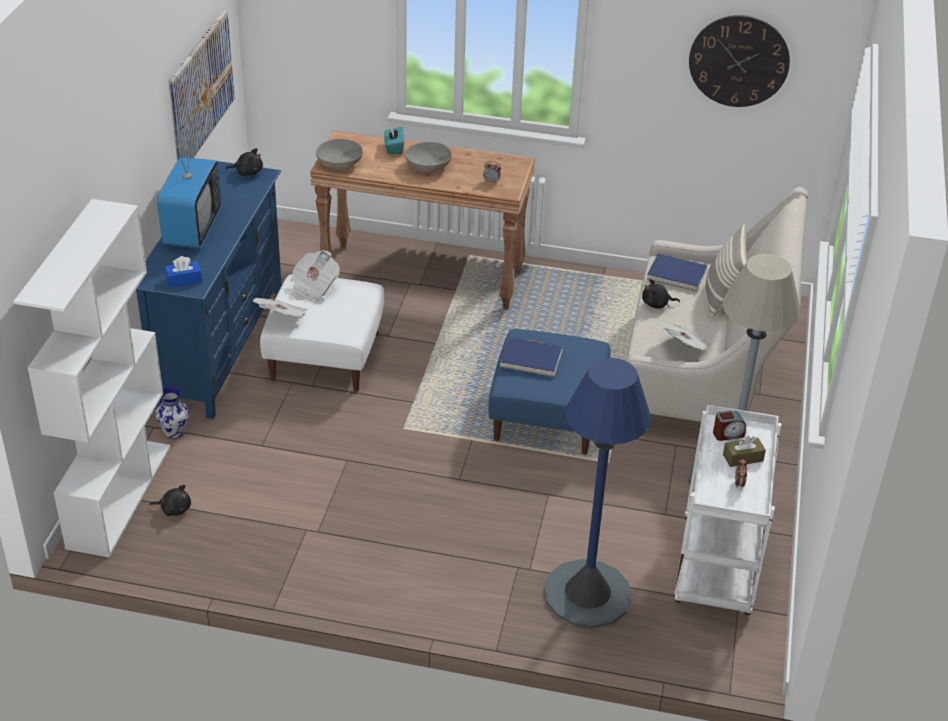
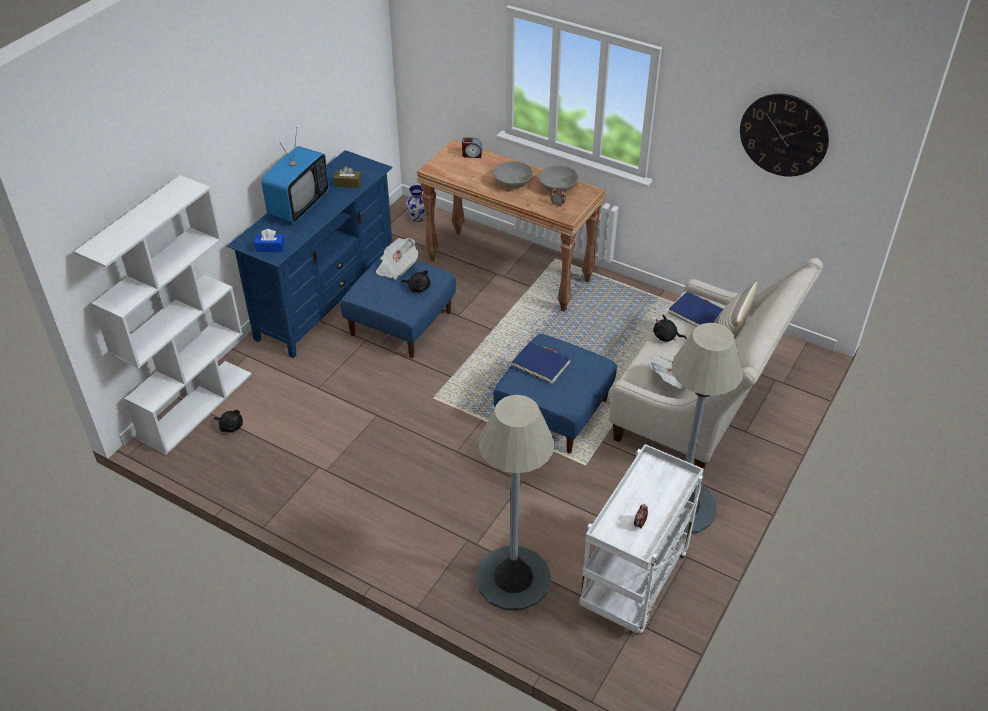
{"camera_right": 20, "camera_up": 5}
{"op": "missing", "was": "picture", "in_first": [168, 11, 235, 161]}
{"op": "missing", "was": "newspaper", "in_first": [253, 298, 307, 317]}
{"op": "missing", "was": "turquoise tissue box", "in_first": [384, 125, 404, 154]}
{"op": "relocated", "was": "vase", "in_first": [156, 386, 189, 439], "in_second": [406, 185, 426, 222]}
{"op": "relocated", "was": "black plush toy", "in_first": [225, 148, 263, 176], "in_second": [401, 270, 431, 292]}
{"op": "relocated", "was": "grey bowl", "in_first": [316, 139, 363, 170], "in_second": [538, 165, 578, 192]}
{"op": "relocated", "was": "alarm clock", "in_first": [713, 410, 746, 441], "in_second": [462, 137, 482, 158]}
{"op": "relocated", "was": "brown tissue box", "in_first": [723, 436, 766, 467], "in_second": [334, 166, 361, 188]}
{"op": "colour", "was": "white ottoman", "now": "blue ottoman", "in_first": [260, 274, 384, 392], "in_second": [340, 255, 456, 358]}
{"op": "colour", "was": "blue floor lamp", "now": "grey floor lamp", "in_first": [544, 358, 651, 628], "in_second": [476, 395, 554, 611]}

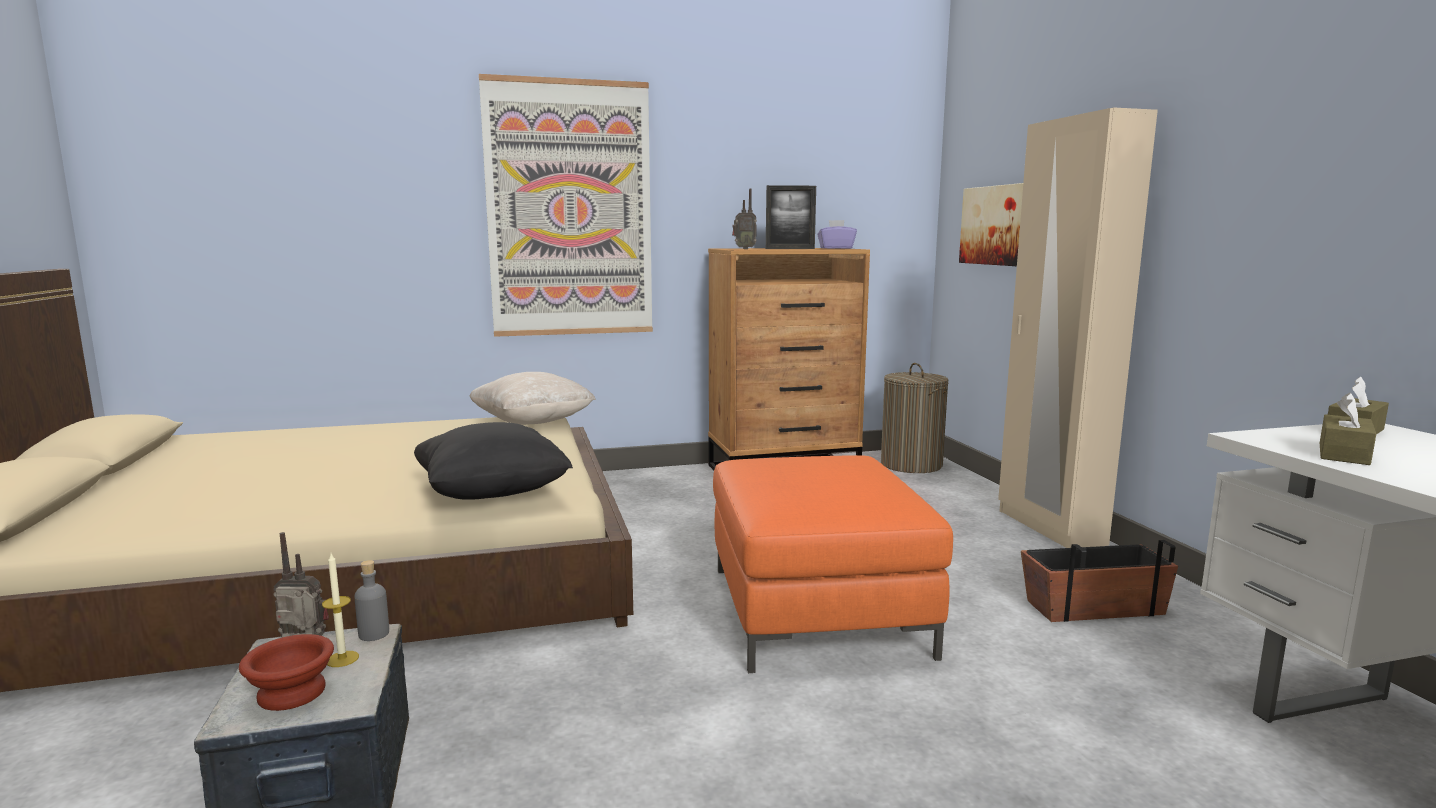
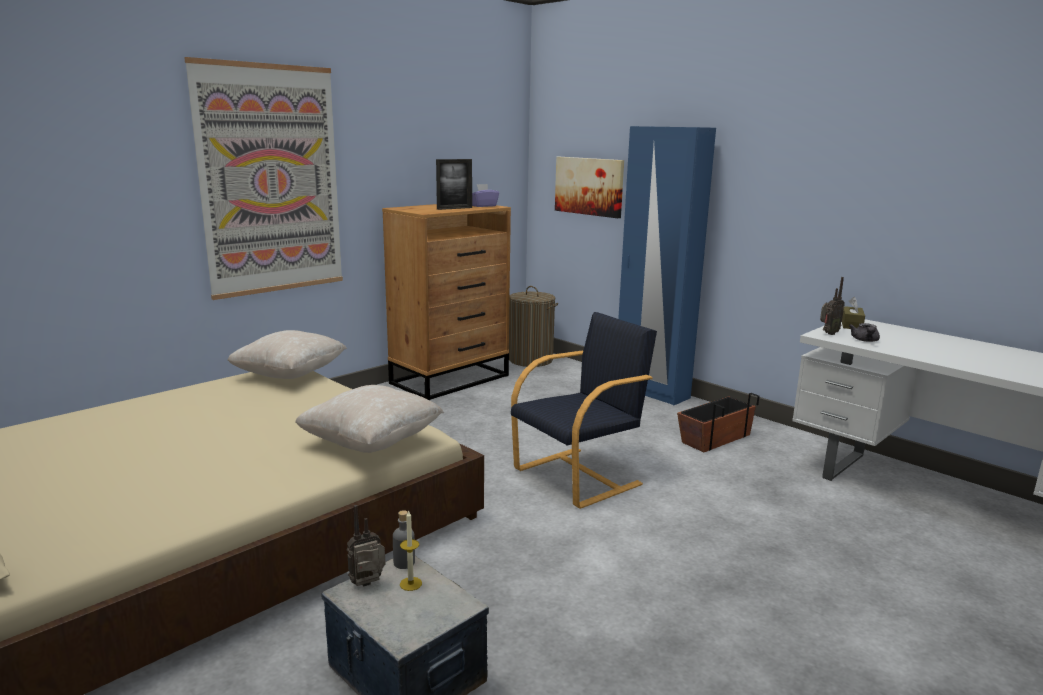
{"camera_right": -30, "camera_up": 5}
{"op": "missing", "was": "brown bowl", "in_first": [239, 634, 334, 711]}
{"op": "relocated", "was": "radio", "in_first": [732, 189, 757, 249], "in_second": [820, 277, 845, 335]}
{"op": "exchanged", "was": "orange ottoman", "now": "black armchair", "in_first": [713, 455, 953, 673], "in_second": [511, 312, 657, 509]}
{"op": "exchanged", "was": "brown tissue box", "now": "grey teapot", "in_first": [1320, 393, 1376, 465], "in_second": [849, 323, 880, 342]}
{"op": "colour", "was": "black pillow", "now": "beige pillow", "in_first": [414, 422, 573, 499], "in_second": [295, 385, 444, 453]}
{"op": "colour", "was": "beige wardrobe", "now": "blue wardrobe", "in_first": [998, 108, 1158, 548], "in_second": [618, 126, 716, 405]}

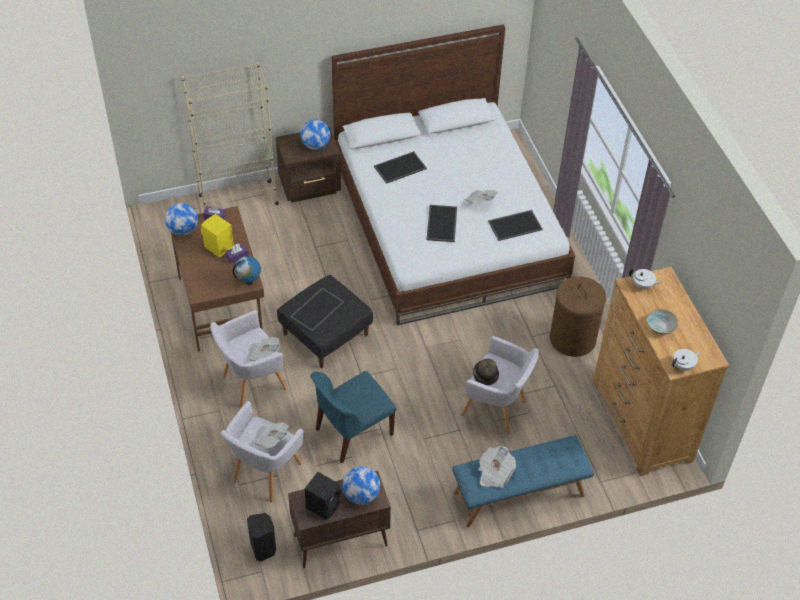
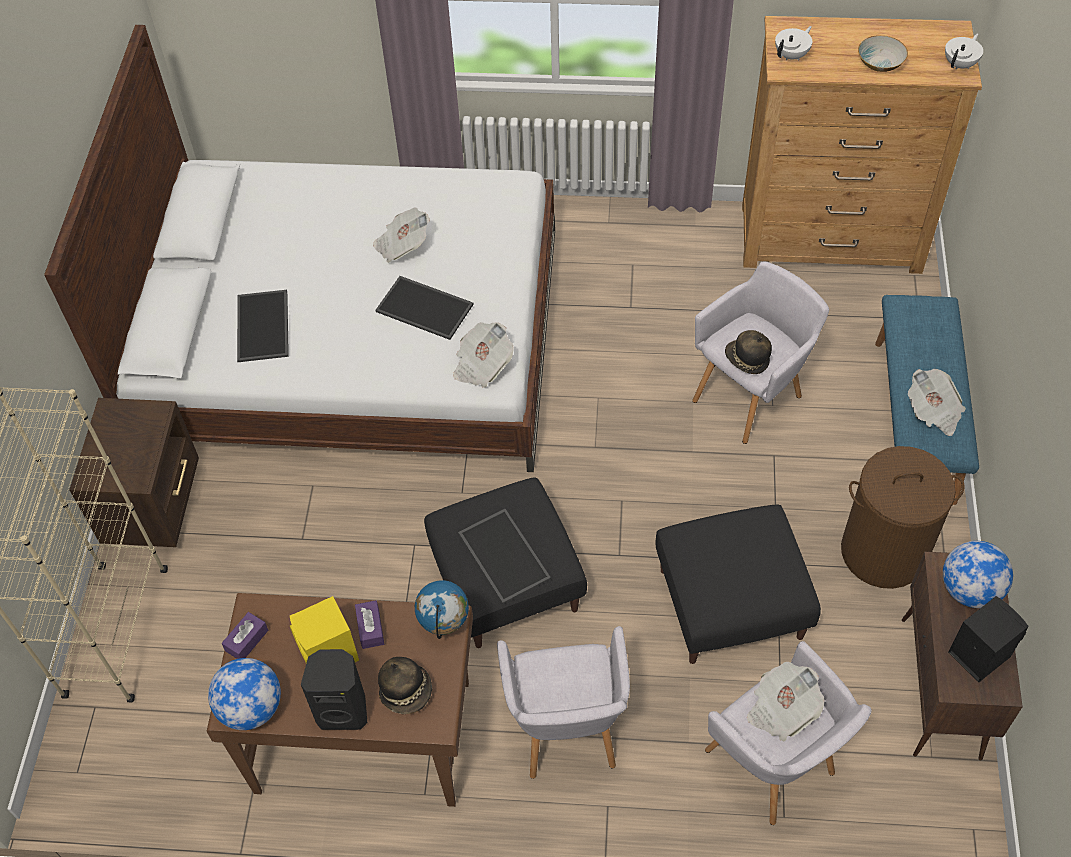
{"camera_right": -65, "camera_up": 5}
{"op": "missing", "was": "globe", "in_first": [300, 119, 330, 150]}
{"op": "missing", "was": "tray", "in_first": [488, 210, 543, 241]}
{"op": "appeared", "now": "hat", "in_second": [378, 657, 432, 714]}
{"op": "relocated", "was": "newspaper", "in_first": [247, 337, 280, 361], "in_second": [453, 322, 513, 388]}
{"op": "relocated", "was": "black speaker", "in_first": [247, 513, 276, 562], "in_second": [301, 649, 367, 730]}
{"op": "relocated", "was": "brown laundry basket", "in_first": [550, 275, 606, 357], "in_second": [841, 446, 965, 589]}
{"op": "exchanged", "was": "blue chair", "now": "black ottoman", "in_first": [310, 371, 396, 463], "in_second": [655, 505, 821, 664]}
{"op": "spun", "was": "white teapot", "in_first": [672, 349, 701, 370], "in_second": [945, 33, 983, 69], "clockwise": 45}

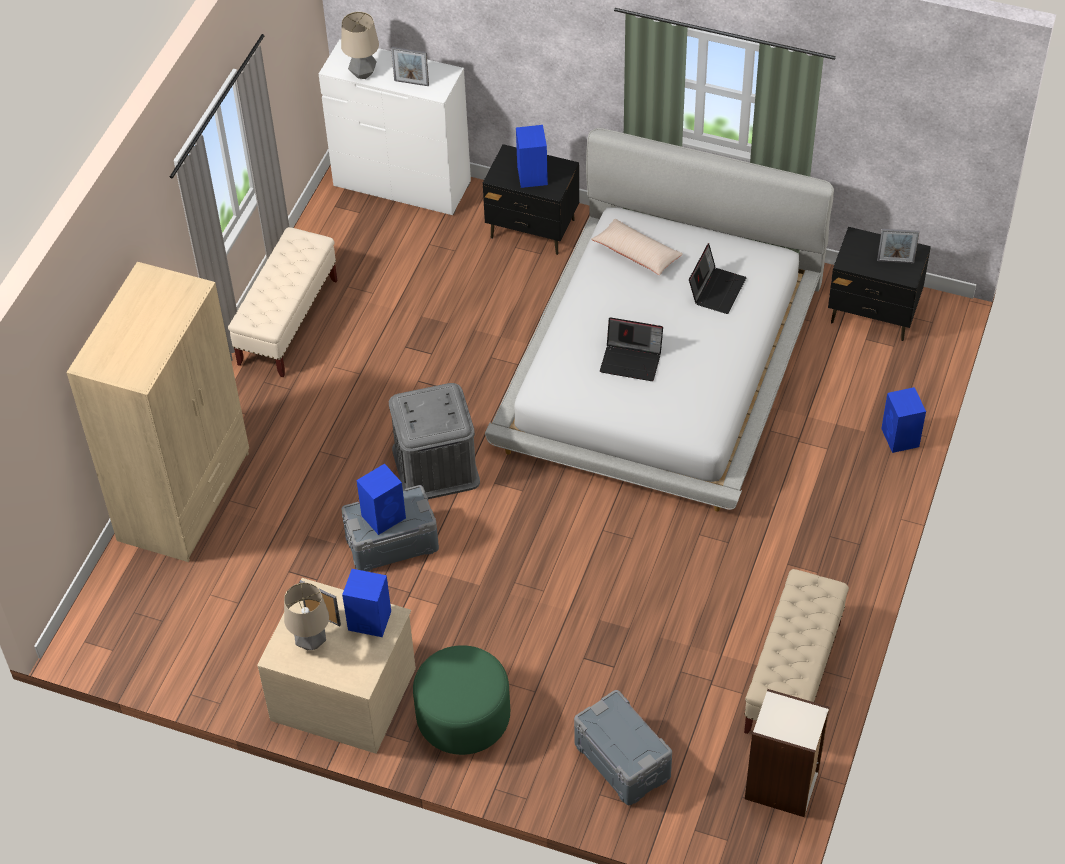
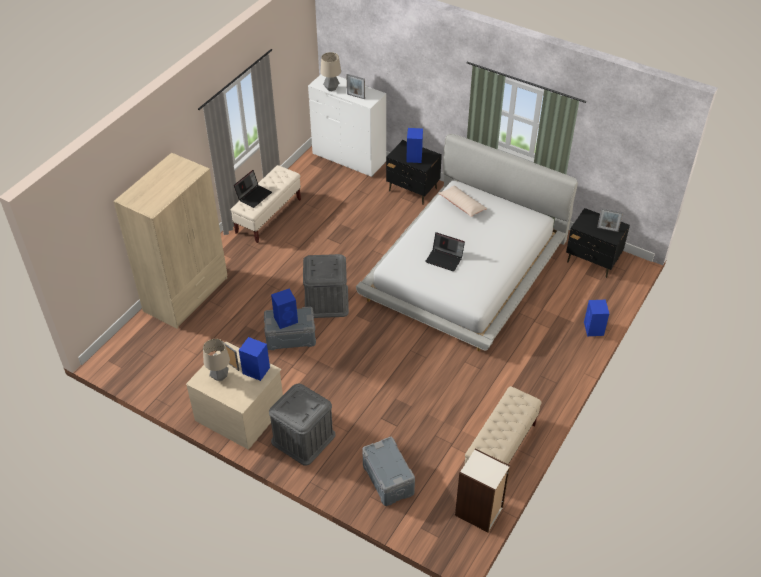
{"camera_right": 10, "camera_up": -5}
{"op": "relocated", "was": "laptop", "in_first": [689, 243, 747, 314], "in_second": [234, 170, 272, 208]}
{"op": "exchanged", "was": "green ottoman", "now": "grey storage box", "in_first": [413, 645, 510, 755], "in_second": [269, 384, 335, 466]}

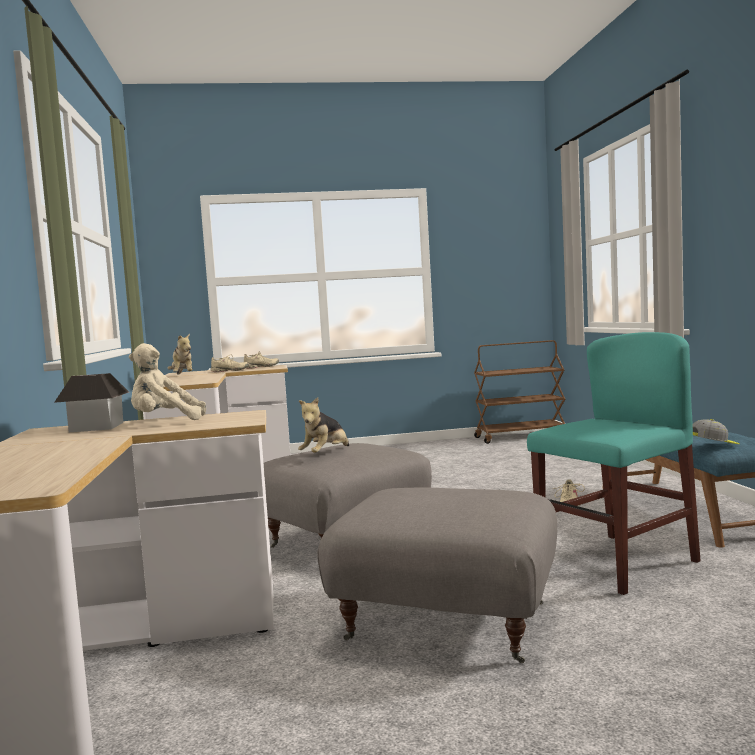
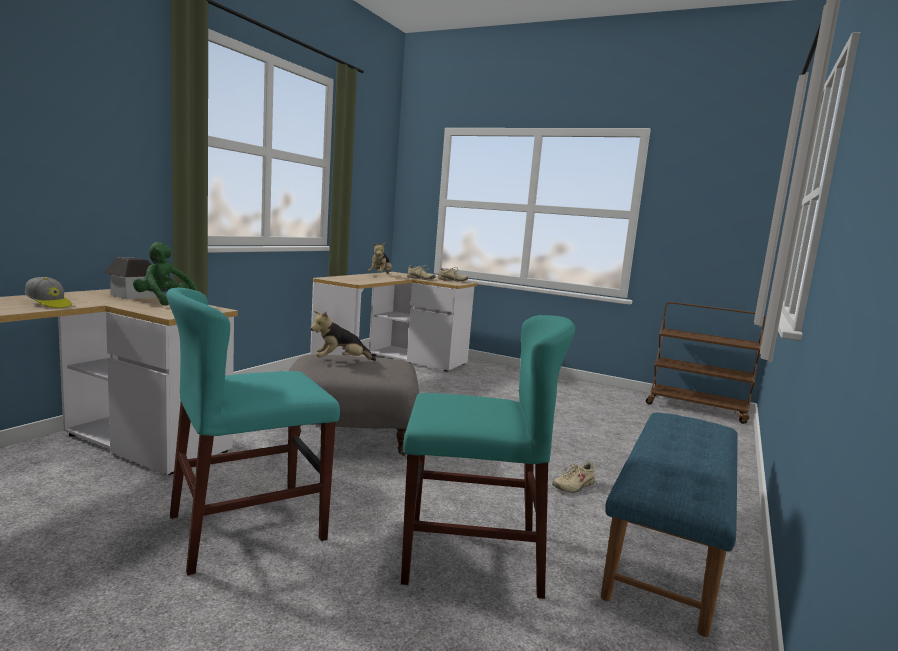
{"camera_right": 35, "camera_up": 5}
{"op": "relocated", "was": "cap", "in_first": [693, 419, 740, 444], "in_second": [25, 277, 71, 308]}
{"op": "exchanged", "was": "grey ottoman", "now": "turquoise chair", "in_first": [317, 488, 557, 663], "in_second": [166, 288, 340, 575]}
{"op": "colour", "was": "beige plush toy", "now": "green plush toy", "in_first": [129, 343, 206, 420], "in_second": [133, 242, 198, 306]}

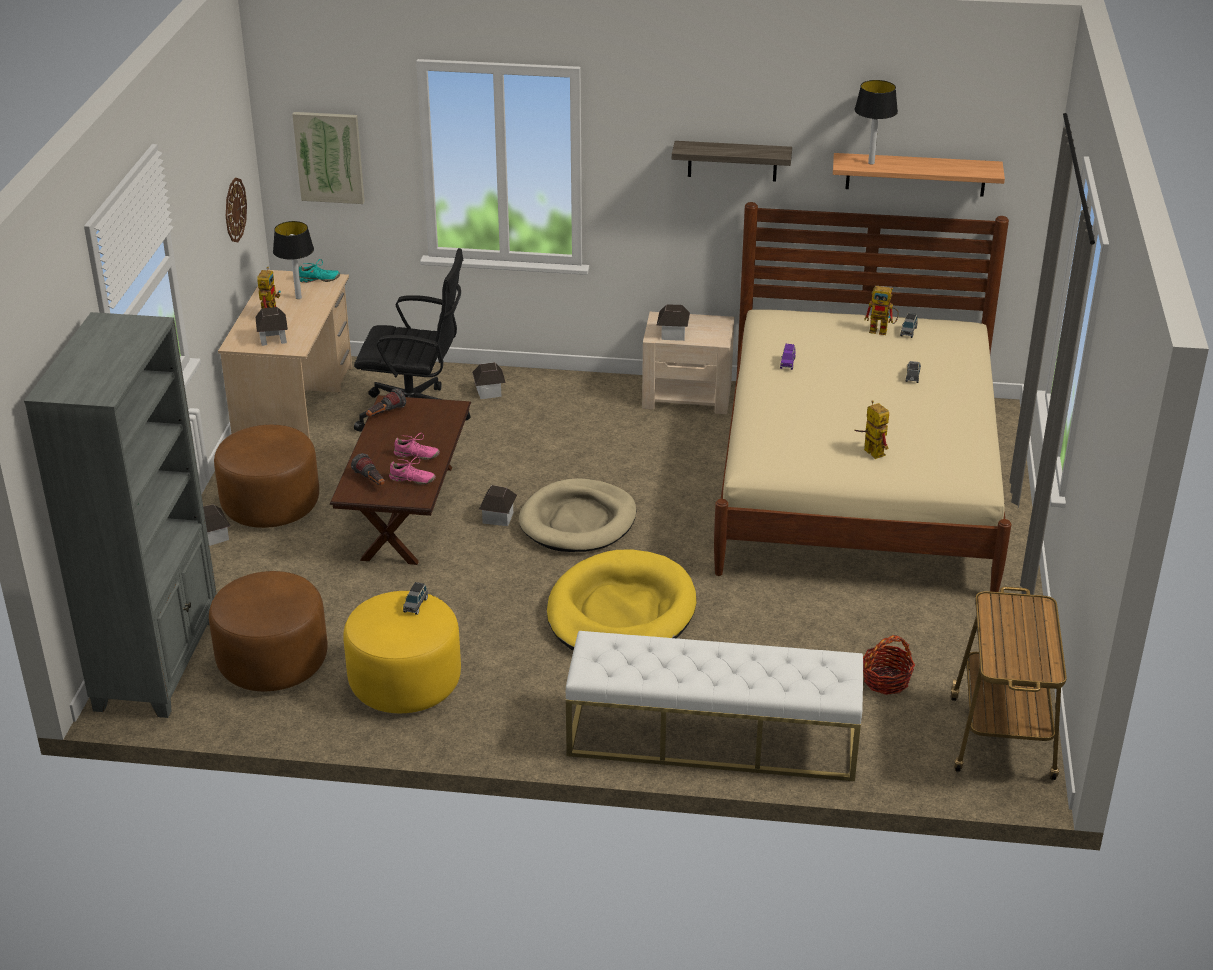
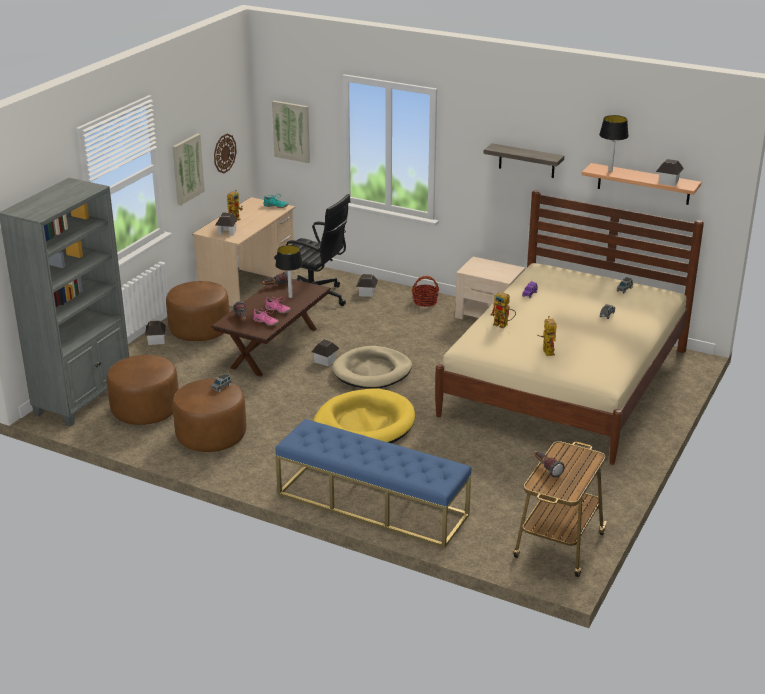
{"camera_right": 20, "camera_up": -5}
{"op": "appeared", "now": "picture", "in_second": [172, 134, 205, 205]}
{"op": "appeared", "now": "flashlight", "in_second": [534, 451, 565, 478]}
{"op": "relocated", "was": "table lamp", "in_first": [273, 221, 314, 299], "in_second": [275, 245, 303, 298]}
{"op": "relocated", "was": "toy house", "in_first": [656, 304, 690, 341], "in_second": [656, 159, 684, 186]}
{"op": "relocated", "was": "basket", "in_first": [863, 635, 915, 695], "in_second": [411, 276, 440, 307]}
{"op": "relocated", "was": "toy robot", "in_first": [864, 286, 899, 335], "in_second": [491, 292, 516, 328]}
{"op": "colour", "was": "yellow ottoman", "now": "brown ottoman", "in_first": [343, 591, 461, 713], "in_second": [172, 379, 246, 452]}
{"op": "colour", "was": "white bench", "now": "blue bench", "in_first": [565, 631, 863, 781], "in_second": [275, 419, 471, 548]}

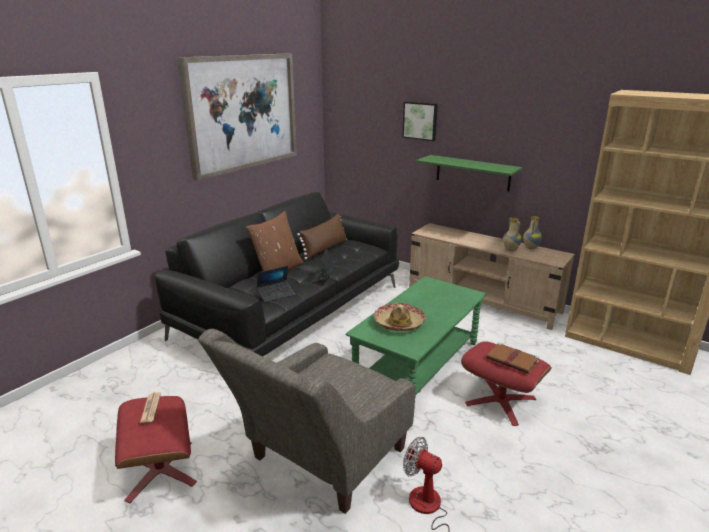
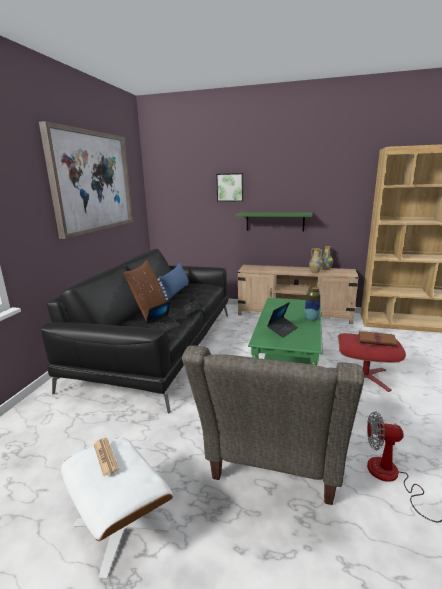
{"camera_right": -20, "camera_up": -5}
{"op": "appeared", "now": "vase", "in_second": [305, 286, 320, 321]}
{"op": "exchanged", "was": "hat", "now": "laptop", "in_first": [374, 303, 426, 331], "in_second": [267, 302, 298, 338]}
{"op": "colour", "was": "red ottoman", "now": "white ottoman", "in_first": [115, 396, 197, 504], "in_second": [61, 437, 173, 579]}
{"op": "colour", "was": "brown pillow", "now": "blue pillow", "in_first": [297, 214, 347, 260], "in_second": [157, 263, 189, 300]}

